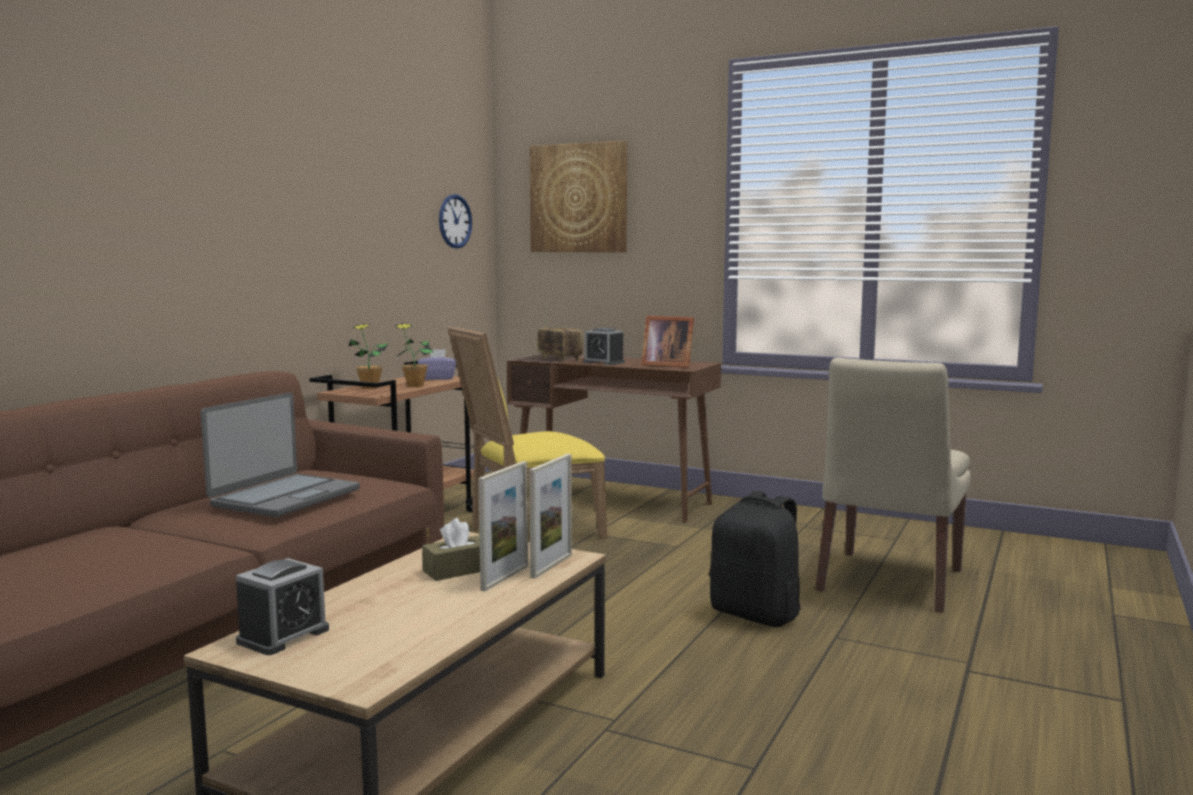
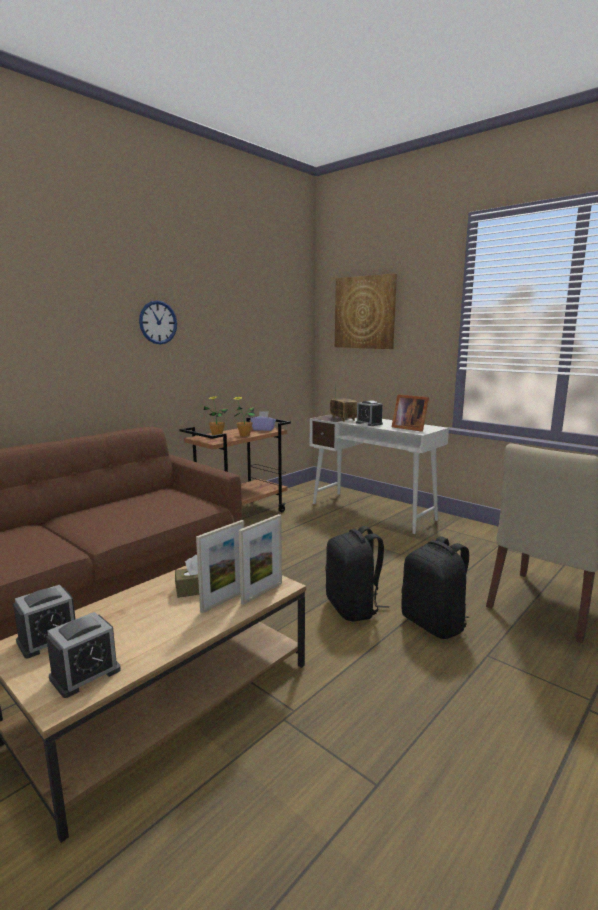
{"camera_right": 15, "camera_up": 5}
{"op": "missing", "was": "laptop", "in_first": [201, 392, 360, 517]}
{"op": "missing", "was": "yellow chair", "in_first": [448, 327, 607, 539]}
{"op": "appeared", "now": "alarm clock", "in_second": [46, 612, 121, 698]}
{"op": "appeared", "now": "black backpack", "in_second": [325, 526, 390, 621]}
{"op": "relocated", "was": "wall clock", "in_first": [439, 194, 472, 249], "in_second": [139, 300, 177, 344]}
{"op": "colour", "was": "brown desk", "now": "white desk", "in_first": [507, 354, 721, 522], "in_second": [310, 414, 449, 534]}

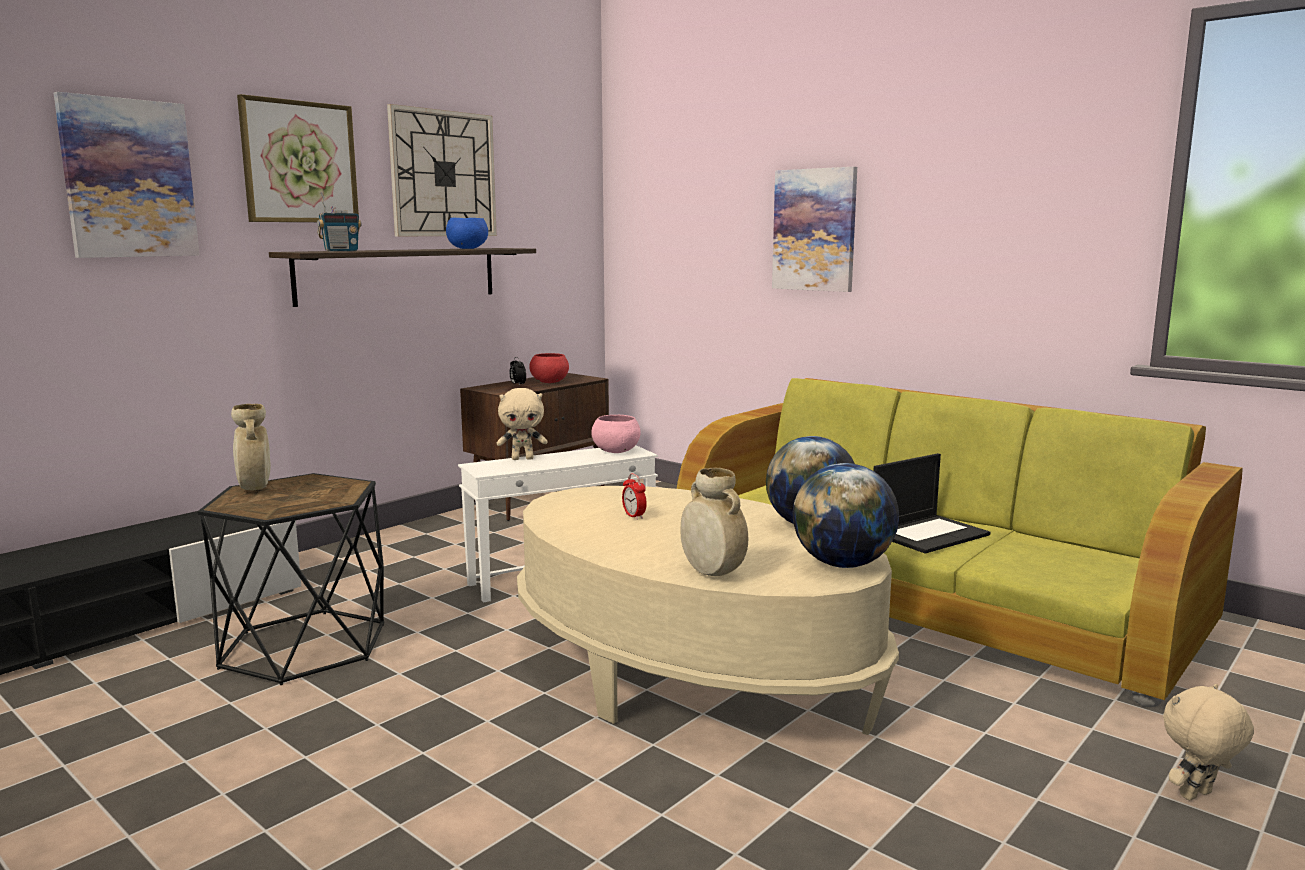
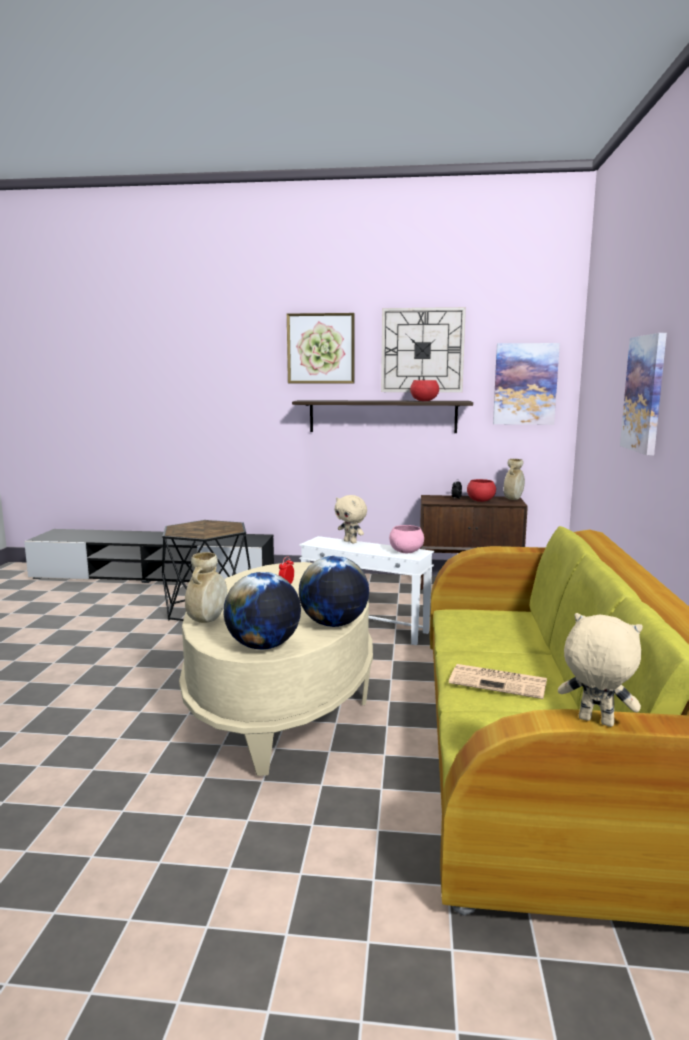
{"camera_right": 55, "camera_up": 0}
{"op": "missing", "was": "radio", "in_first": [317, 192, 362, 251]}
{"op": "relocated", "was": "picture", "in_first": [54, 92, 200, 258], "in_second": [493, 343, 560, 425]}
{"op": "relocated", "was": "beige vase", "in_first": [231, 404, 271, 491], "in_second": [504, 459, 525, 500]}
{"op": "relocated", "was": "beige plush toy", "in_first": [1163, 684, 1254, 801], "in_second": [558, 613, 643, 727]}
{"op": "exchanged", "was": "laptop", "now": "newspaper", "in_first": [874, 453, 990, 554], "in_second": [449, 664, 547, 699]}
{"op": "colour", "was": "blue bowl", "now": "red bowl", "in_first": [446, 218, 488, 249], "in_second": [410, 380, 439, 401]}

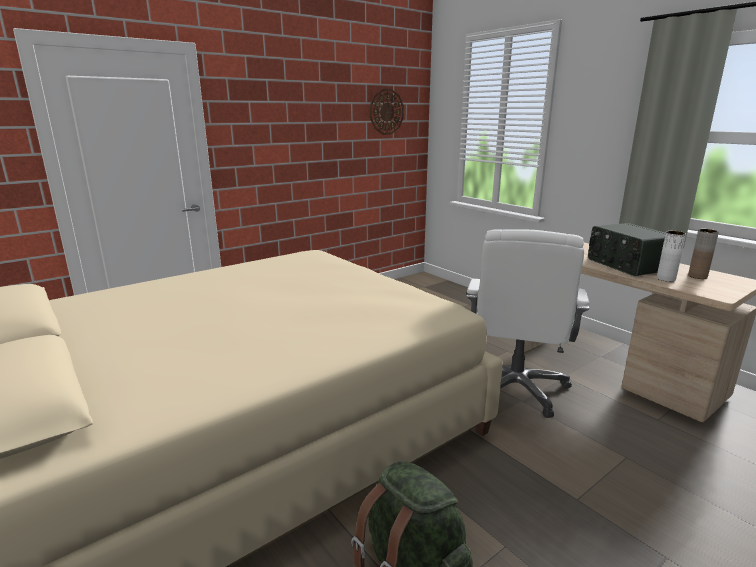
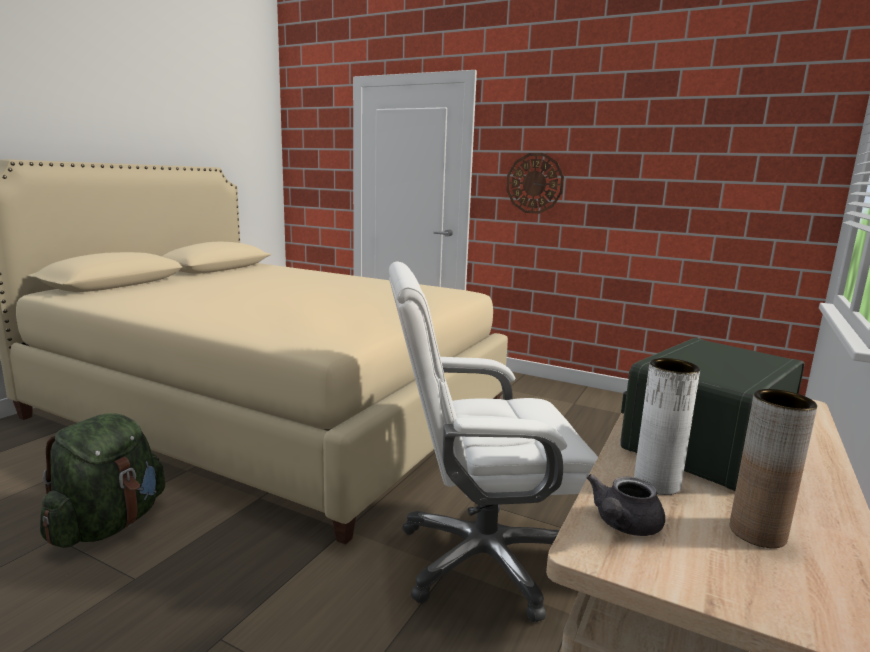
{"camera_right": 65, "camera_up": -5}
{"op": "appeared", "now": "grey teapot", "in_second": [587, 474, 665, 536]}
{"op": "relocated", "was": "wall clock", "in_first": [370, 89, 404, 135], "in_second": [506, 153, 564, 214]}

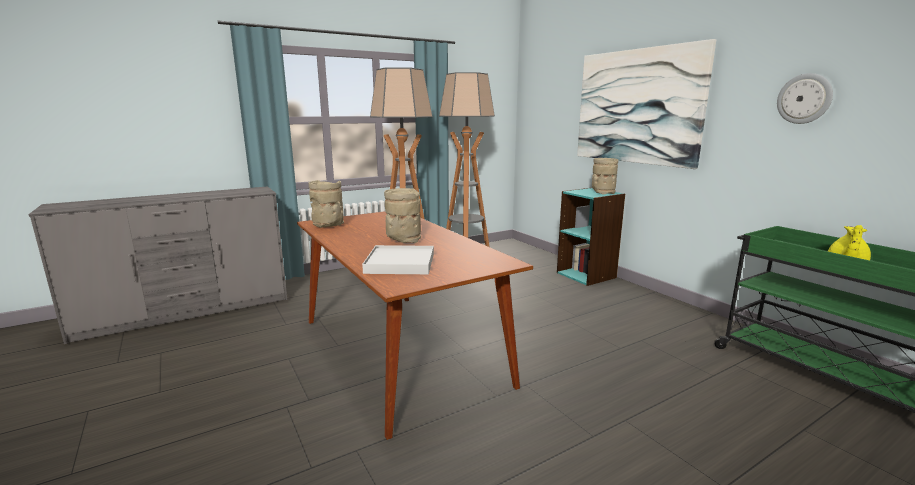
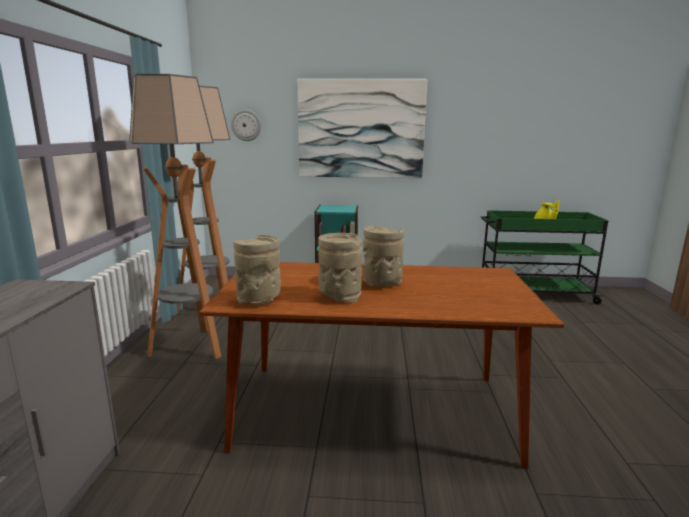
{"camera_right": -55, "camera_up": 0}
{"op": "missing", "was": "white tray", "in_first": [362, 245, 434, 274]}
{"op": "relocated", "was": "beige vase", "in_first": [592, 158, 618, 195], "in_second": [318, 233, 362, 303]}
{"op": "relocated", "was": "wall clock", "in_first": [777, 73, 833, 124], "in_second": [231, 109, 261, 141]}

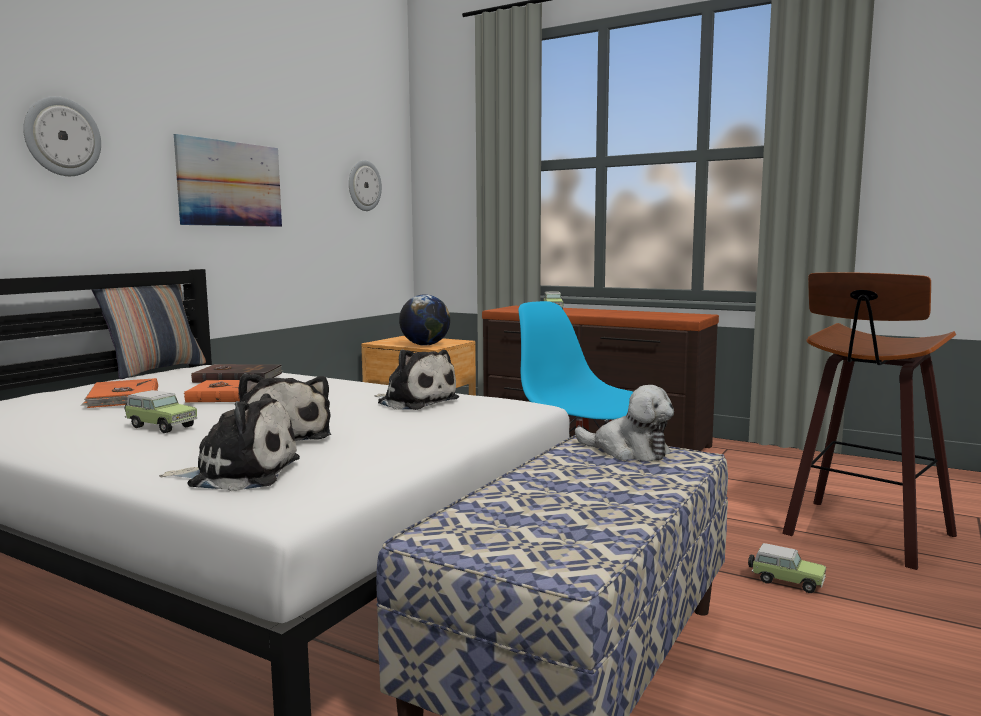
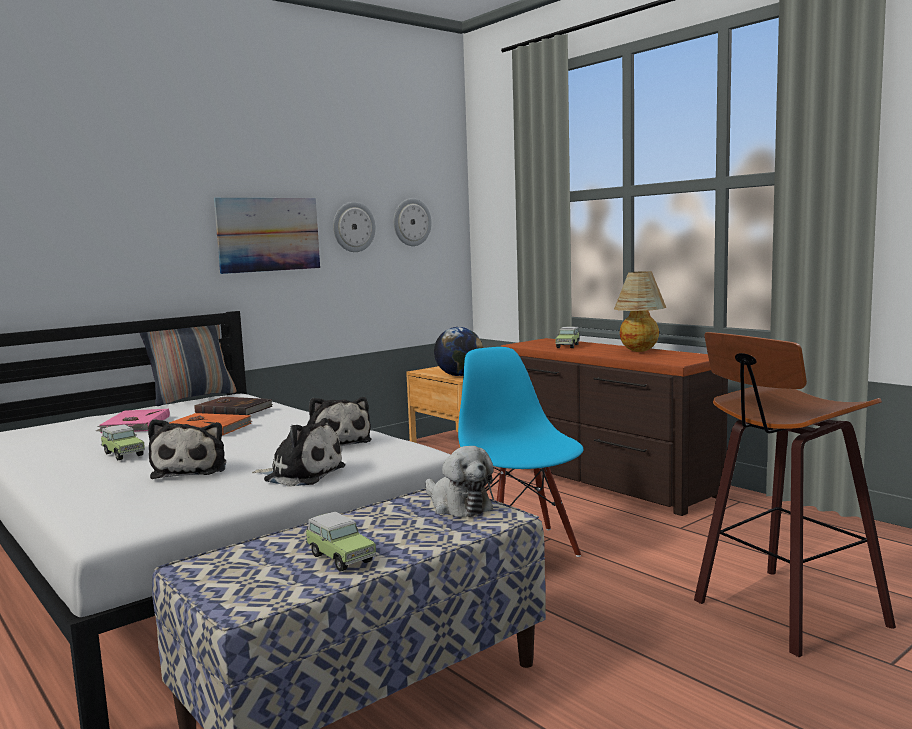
{"camera_right": 20, "camera_up": 0}
{"op": "appeared", "now": "table lamp", "in_second": [614, 271, 666, 352]}
{"op": "relocated", "was": "wall clock", "in_first": [23, 96, 101, 176], "in_second": [333, 202, 376, 252]}
{"op": "relocated", "was": "plush toy", "in_first": [159, 393, 300, 491], "in_second": [252, 418, 346, 487]}
{"op": "relocated", "was": "toy car", "in_first": [748, 543, 826, 593], "in_second": [306, 512, 376, 571]}
{"op": "colour", "was": "orange book", "now": "pink book", "in_first": [81, 378, 158, 408], "in_second": [96, 409, 170, 433]}

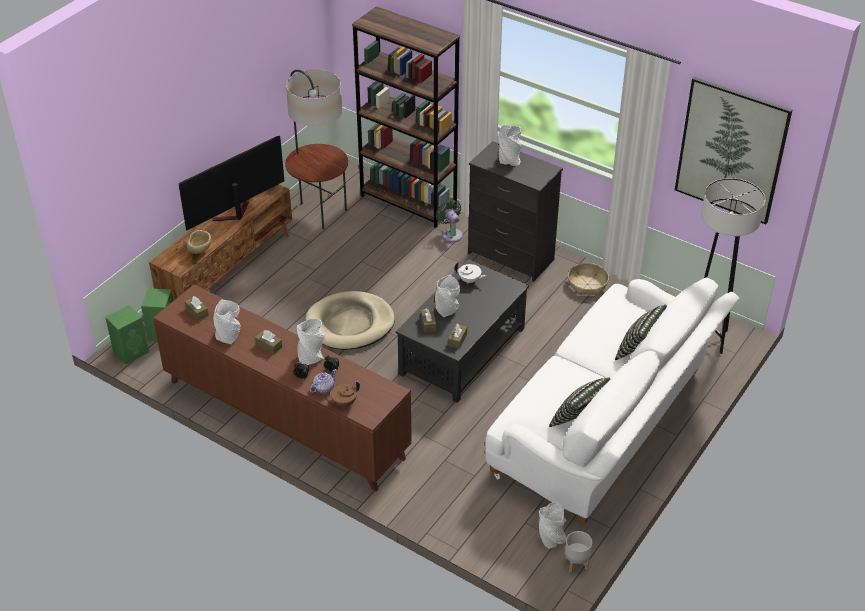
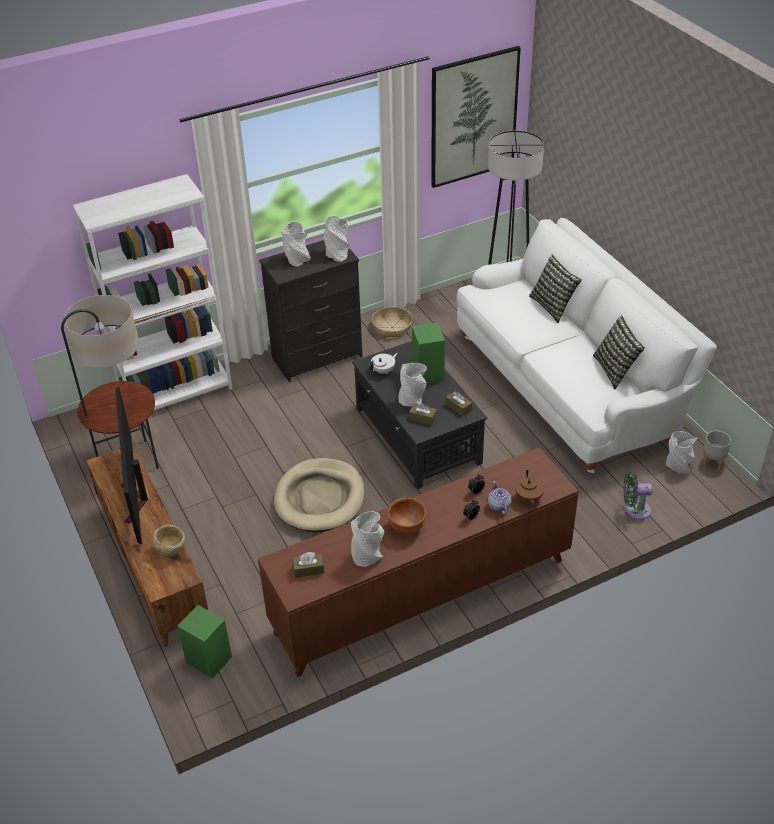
{"camera_right": -60, "camera_up": 0}
{"op": "relocated", "was": "green speaker", "in_first": [105, 305, 149, 365], "in_second": [412, 322, 445, 384]}
{"op": "relocated", "was": "grey vase", "in_first": [297, 319, 325, 365], "in_second": [324, 215, 350, 262]}
{"op": "relocated", "was": "green fan", "in_first": [436, 200, 463, 242], "in_second": [623, 472, 653, 520]}
{"op": "exchanged", "was": "brown tissue box", "now": "brown bowl", "in_first": [255, 330, 282, 354], "in_second": [388, 498, 427, 534]}
{"op": "colour", "was": "brown bookcase", "now": "white bookcase", "in_first": [352, 6, 460, 228], "in_second": [73, 174, 233, 411]}

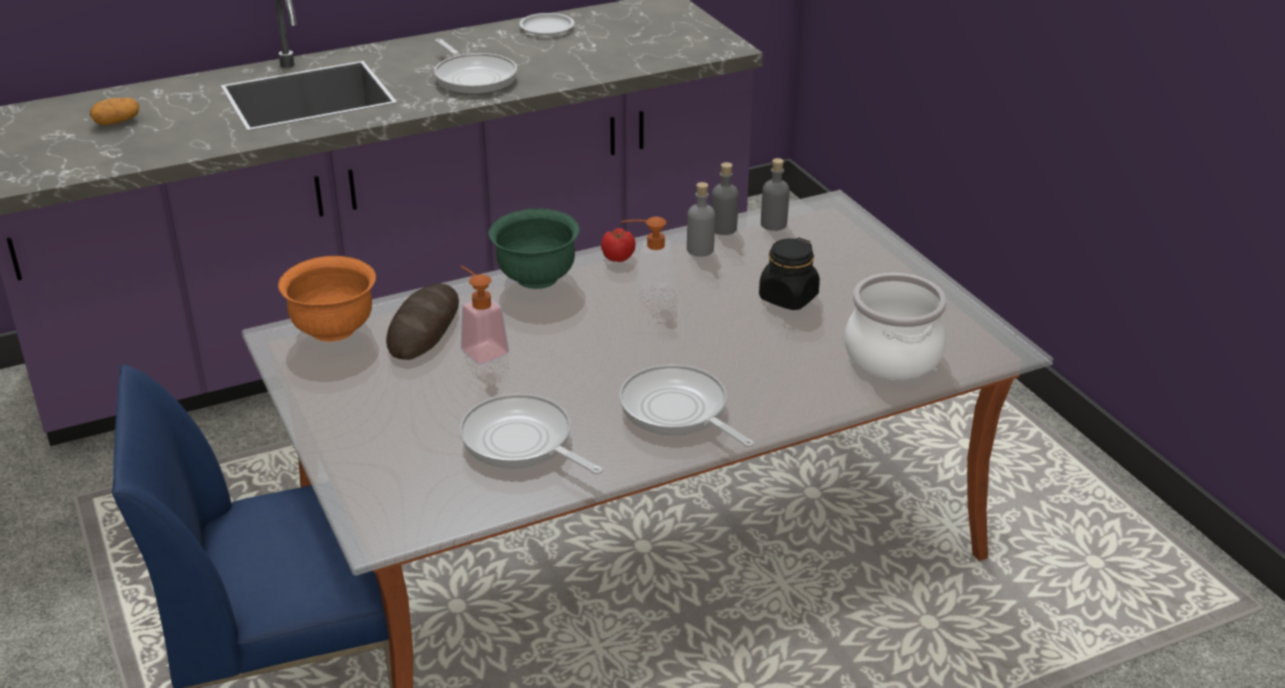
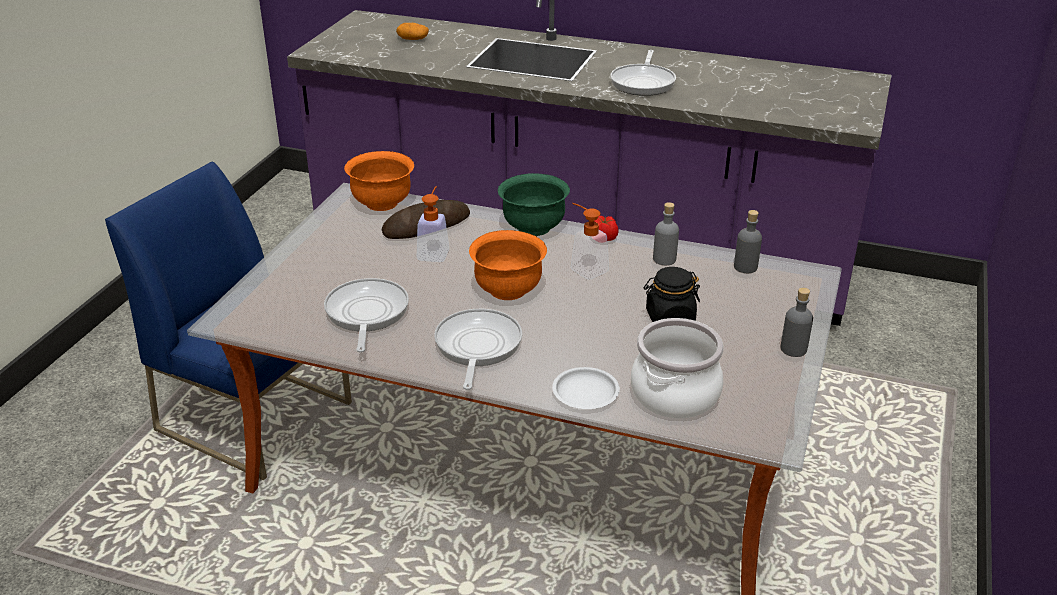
{"camera_right": 45, "camera_up": 0}
{"op": "appeared", "now": "orange bowl", "in_second": [469, 230, 547, 300]}
{"op": "relocated", "was": "white plate", "in_first": [519, 13, 574, 35], "in_second": [552, 367, 620, 409]}
{"op": "relocated", "was": "grey bottle", "in_first": [711, 162, 739, 235], "in_second": [781, 287, 813, 357]}

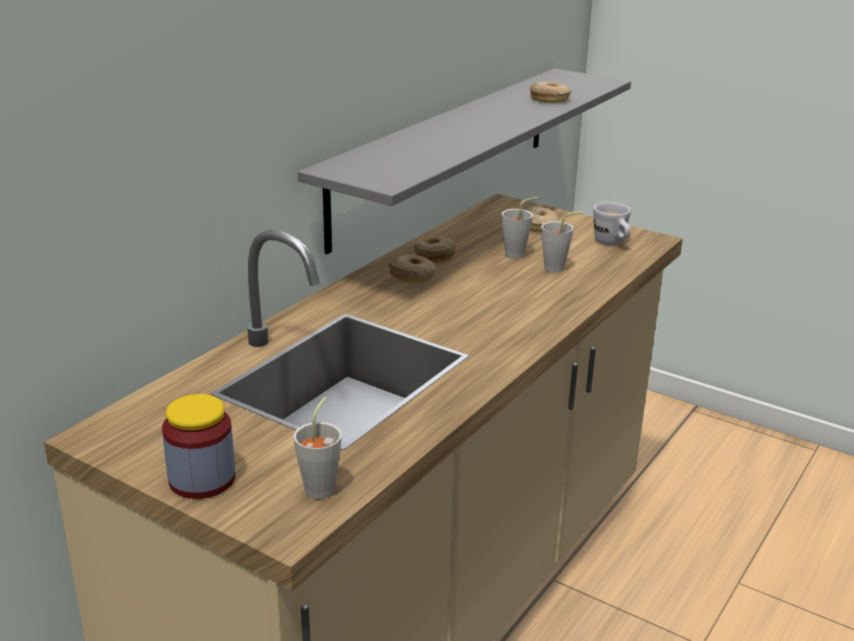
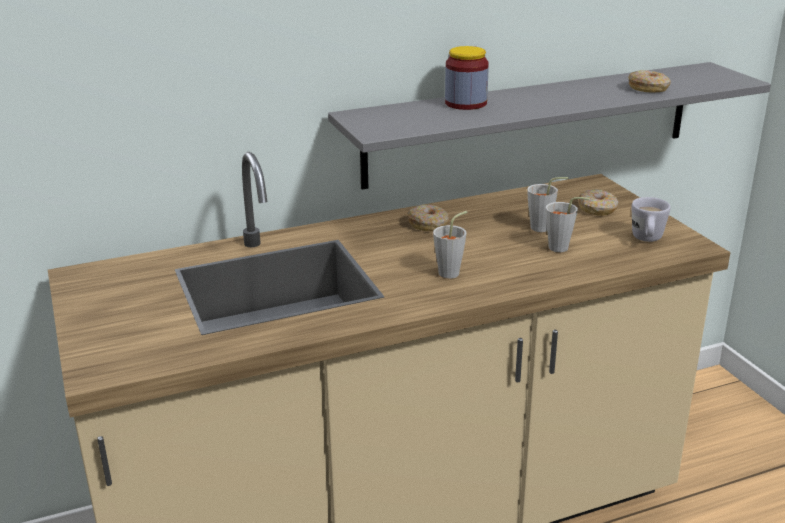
{"camera_right": 35, "camera_up": 0}
{"op": "missing", "was": "donut", "in_first": [414, 236, 456, 263]}
{"op": "relocated", "was": "jar", "in_first": [162, 394, 235, 499], "in_second": [445, 46, 489, 110]}
{"op": "relocated", "was": "grey cup", "in_first": [293, 397, 342, 500], "in_second": [433, 211, 468, 279]}

